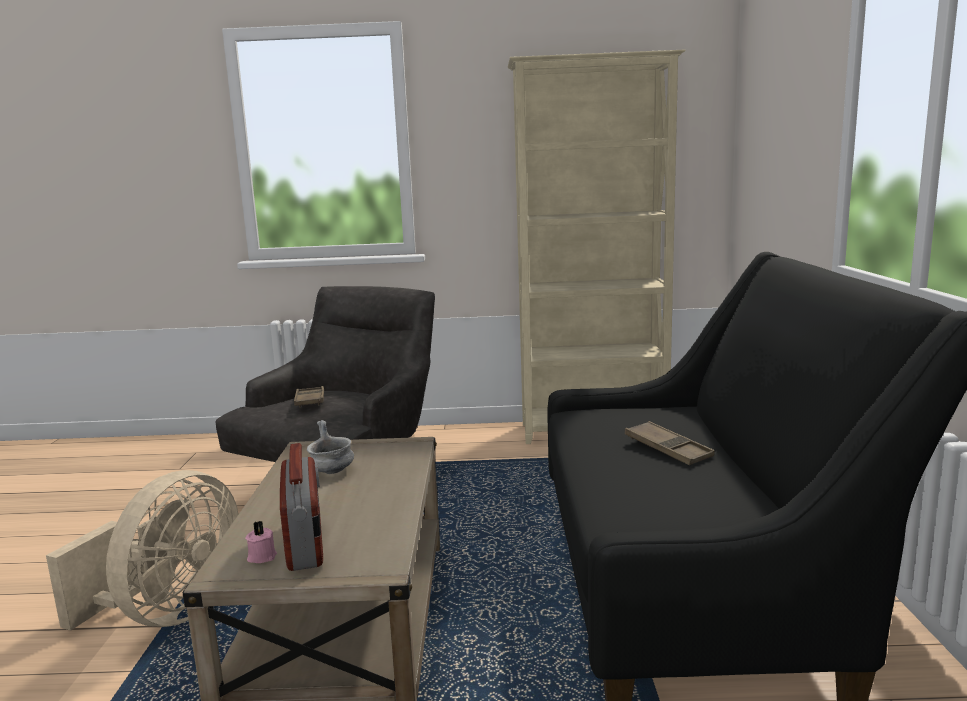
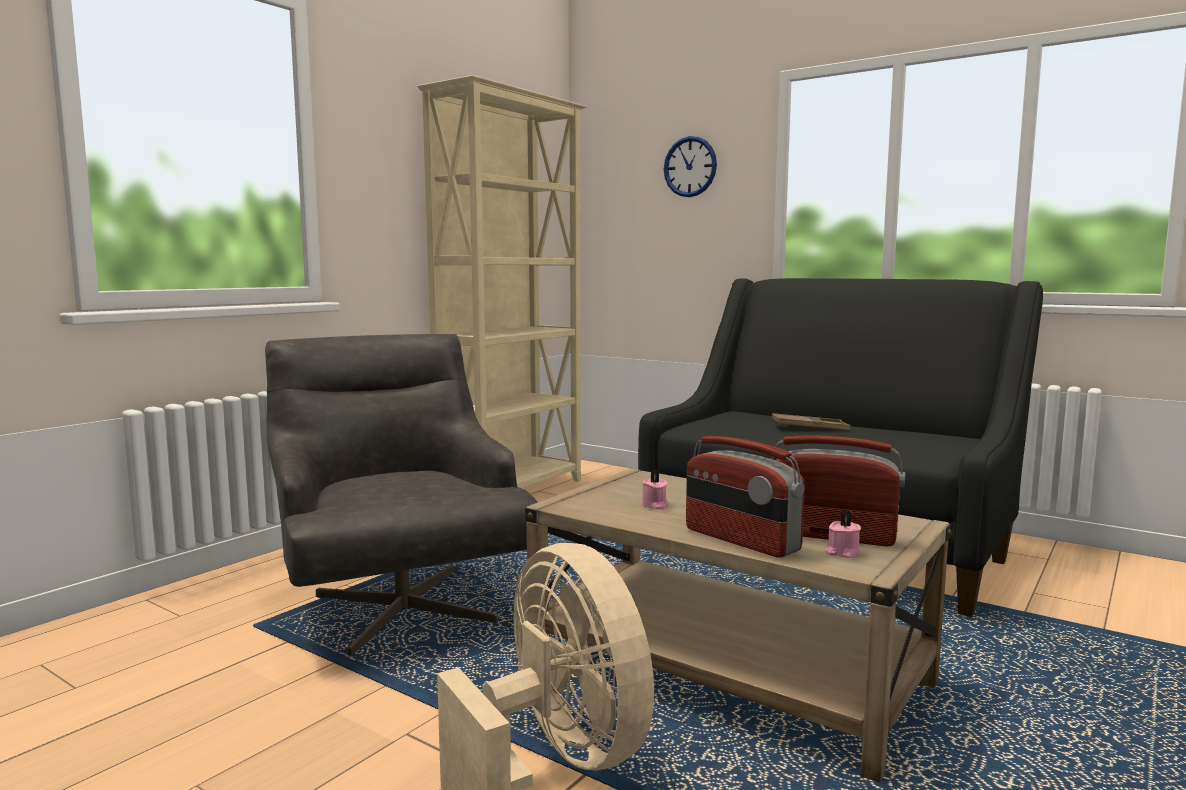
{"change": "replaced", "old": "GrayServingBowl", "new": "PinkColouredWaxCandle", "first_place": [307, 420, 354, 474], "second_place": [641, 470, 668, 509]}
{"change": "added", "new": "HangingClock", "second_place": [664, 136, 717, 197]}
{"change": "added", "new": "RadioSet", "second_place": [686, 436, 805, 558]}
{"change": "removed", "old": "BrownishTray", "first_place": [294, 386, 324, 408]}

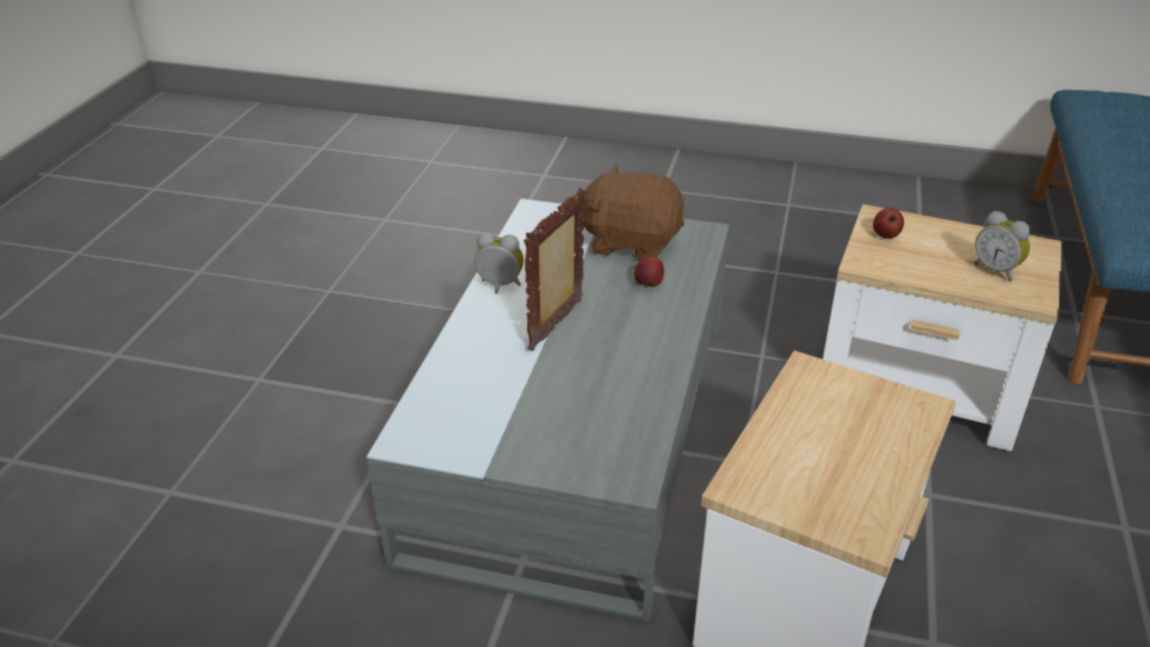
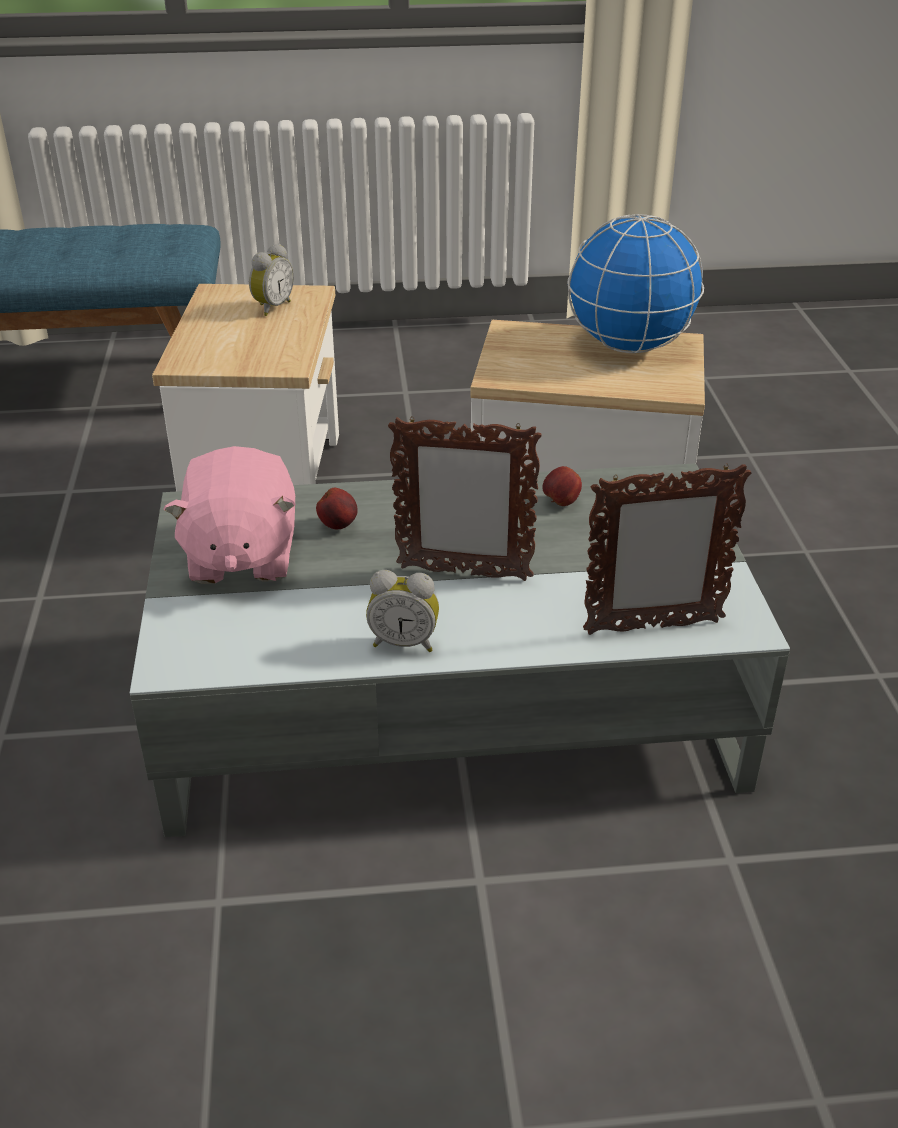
{"change": "recoloured", "old": "BrownishSoftToy", "new": "PinkColouredSoftToy", "first_place": [583, 165, 684, 261], "second_place": [163, 446, 296, 584]}
{"change": "turned", "old": "BedsideClock", "first_place": [474, 232, 524, 294], "second_place": [366, 570, 439, 652], "degrees": -75}
{"change": "moved", "old": "WholeApple", "first_place": [873, 208, 904, 239], "second_place": [542, 466, 582, 506]}
{"change": "added", "new": "Globe", "second_place": [567, 214, 704, 353]}
{"change": "added", "new": "PictureFrame", "second_place": [583, 463, 751, 635]}

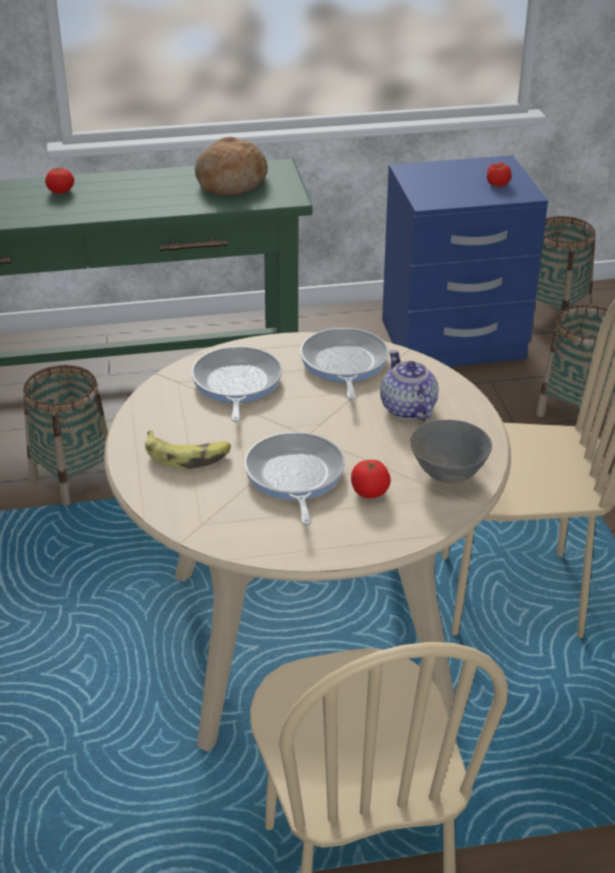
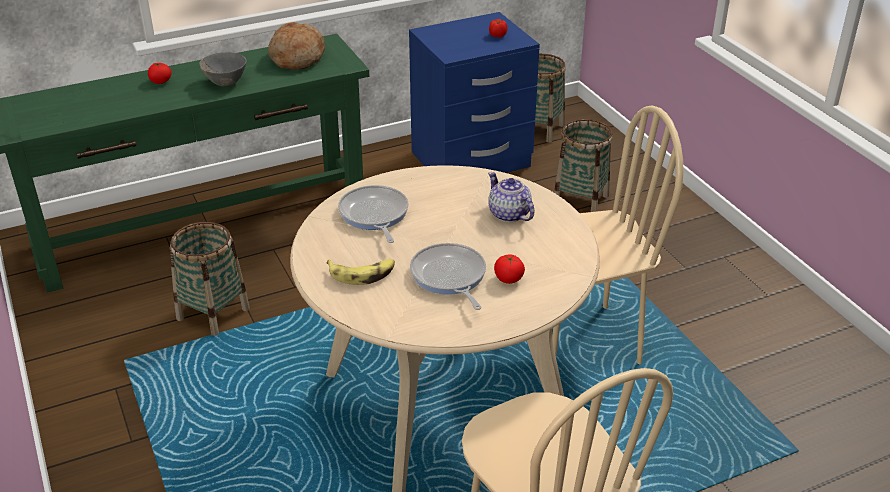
{"change": "moved", "old": "GrayServingBowl", "first_place": [410, 420, 492, 483], "second_place": [199, 52, 247, 86]}
{"change": "removed", "old": "Skillet", "first_place": [300, 328, 389, 400]}

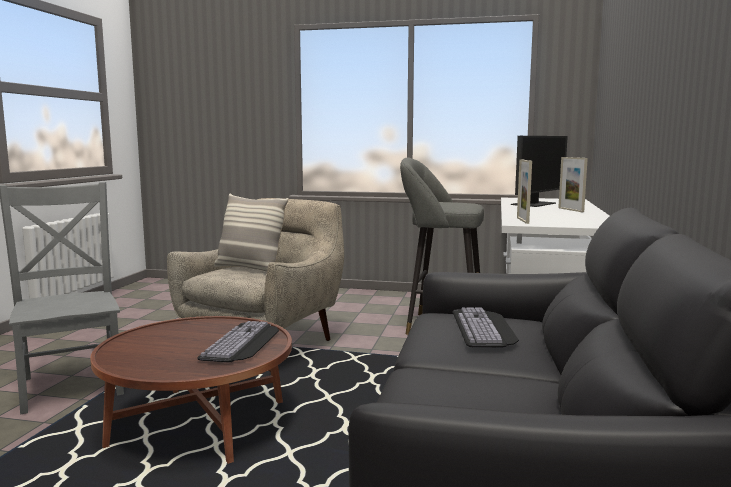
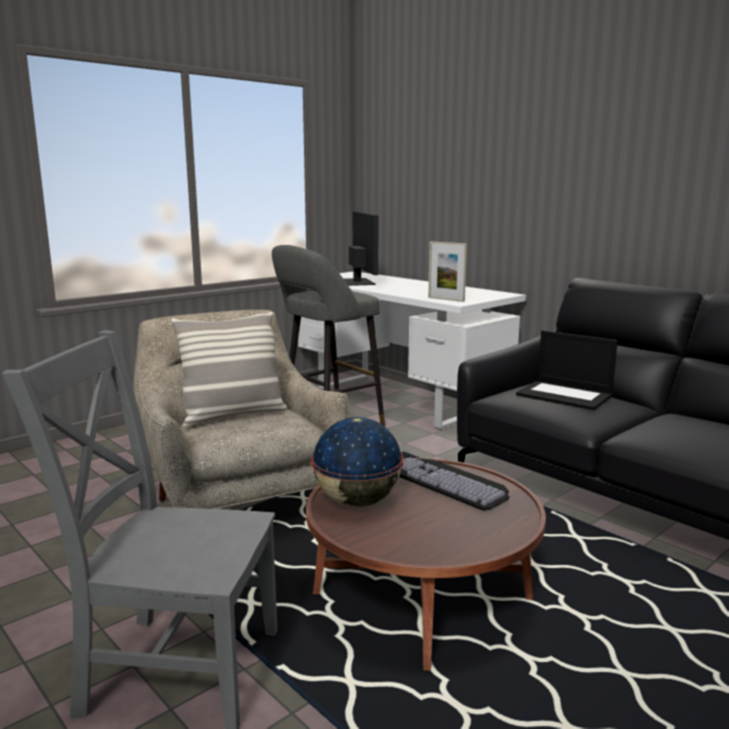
{"change": "added", "new": "Globe", "second_place": [311, 417, 404, 507]}
{"change": "replaced", "old": "Keyboard", "new": "Laptop", "first_place": [453, 307, 519, 348], "second_place": [516, 330, 618, 410]}
{"change": "removed", "old": "PictureFrame", "first_place": [558, 157, 588, 212]}

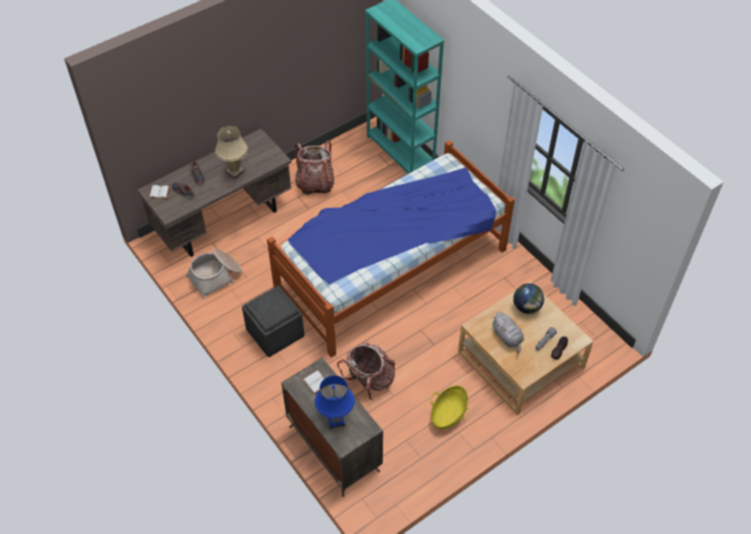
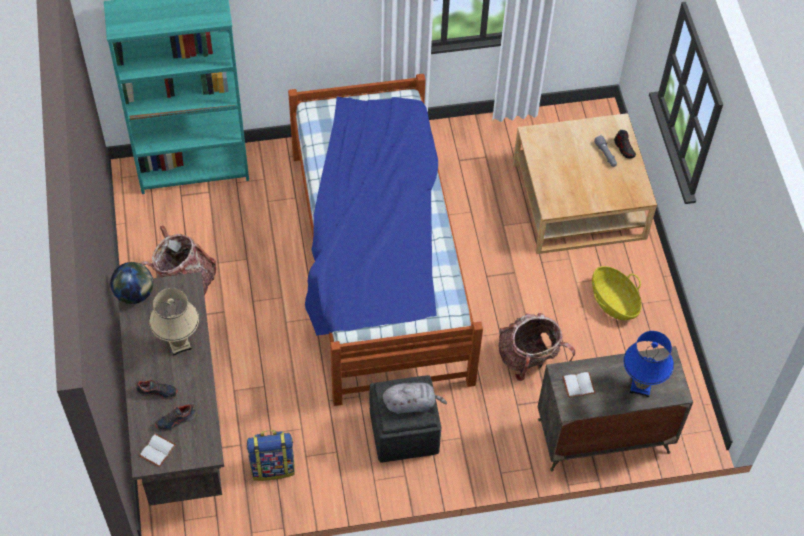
{"change": "moved", "old": "Globe", "first_place": [513, 283, 544, 314], "second_place": [111, 262, 153, 304]}
{"change": "replaced", "old": "Basket", "new": "Rucksack", "first_place": [186, 249, 242, 300], "second_place": [247, 430, 295, 481]}
{"change": "moved", "old": "GraySoftToy", "first_place": [491, 312, 524, 353], "second_place": [383, 383, 447, 414]}

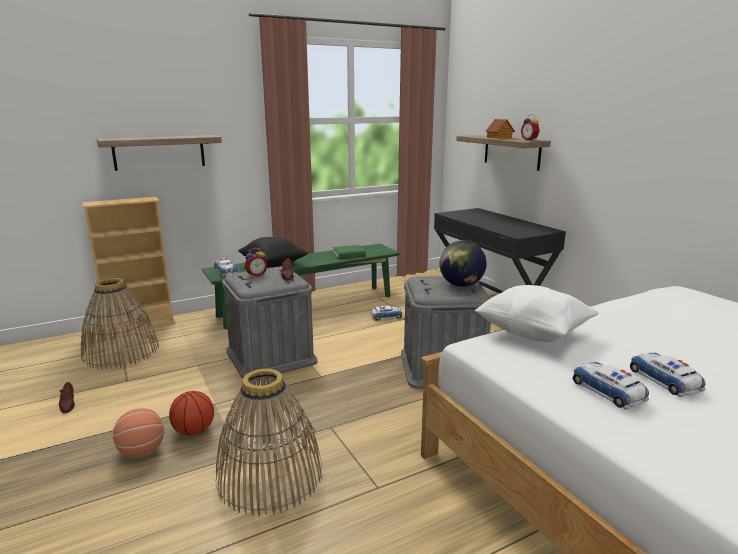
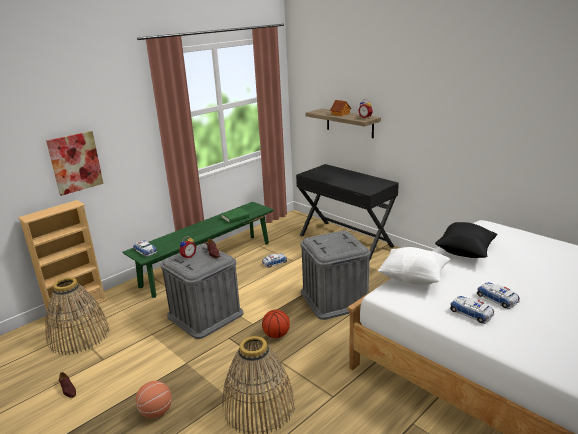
{"change": "replaced", "old": "Shelf", "new": "Picture", "first_place": [96, 135, 222, 171], "second_place": [46, 131, 104, 196]}
{"change": "moved", "old": "Basketball", "first_place": [169, 391, 214, 436], "second_place": [262, 310, 290, 338]}
{"change": "moved", "old": "BlackCushion", "first_place": [238, 237, 308, 267], "second_place": [435, 222, 498, 258]}
{"change": "removed", "old": "Globe", "first_place": [439, 240, 487, 287]}

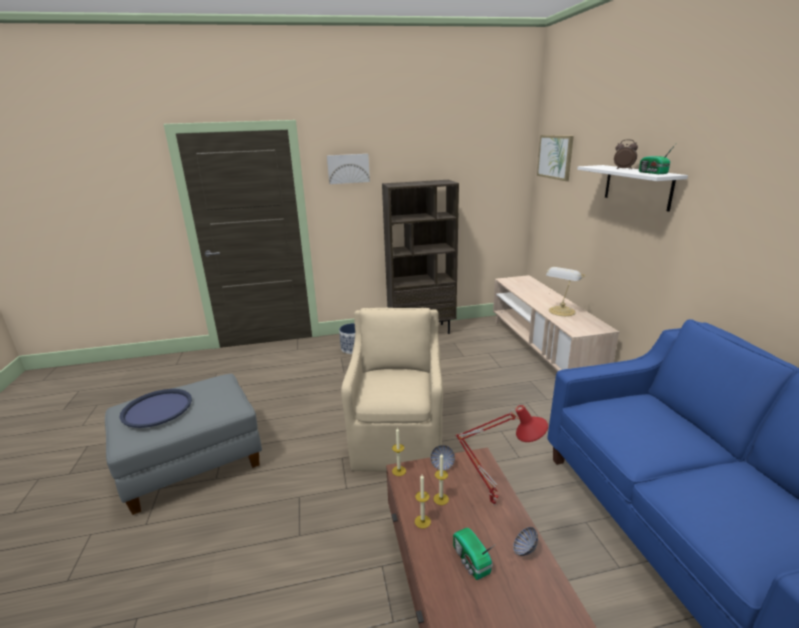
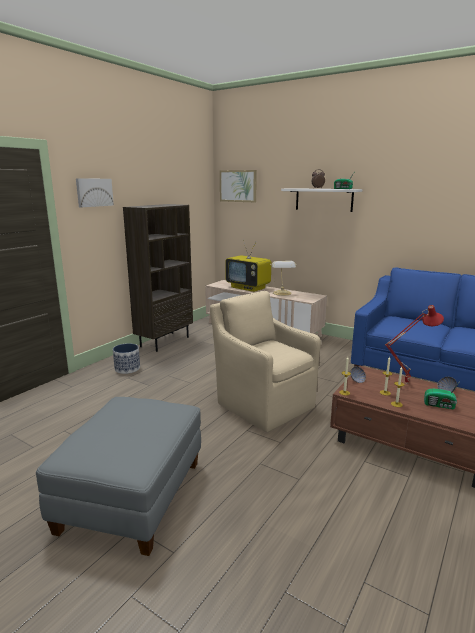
{"change": "added", "new": "TvSet", "second_place": [225, 239, 271, 292]}
{"change": "removed", "old": "BluishTray", "first_place": [120, 389, 192, 428]}

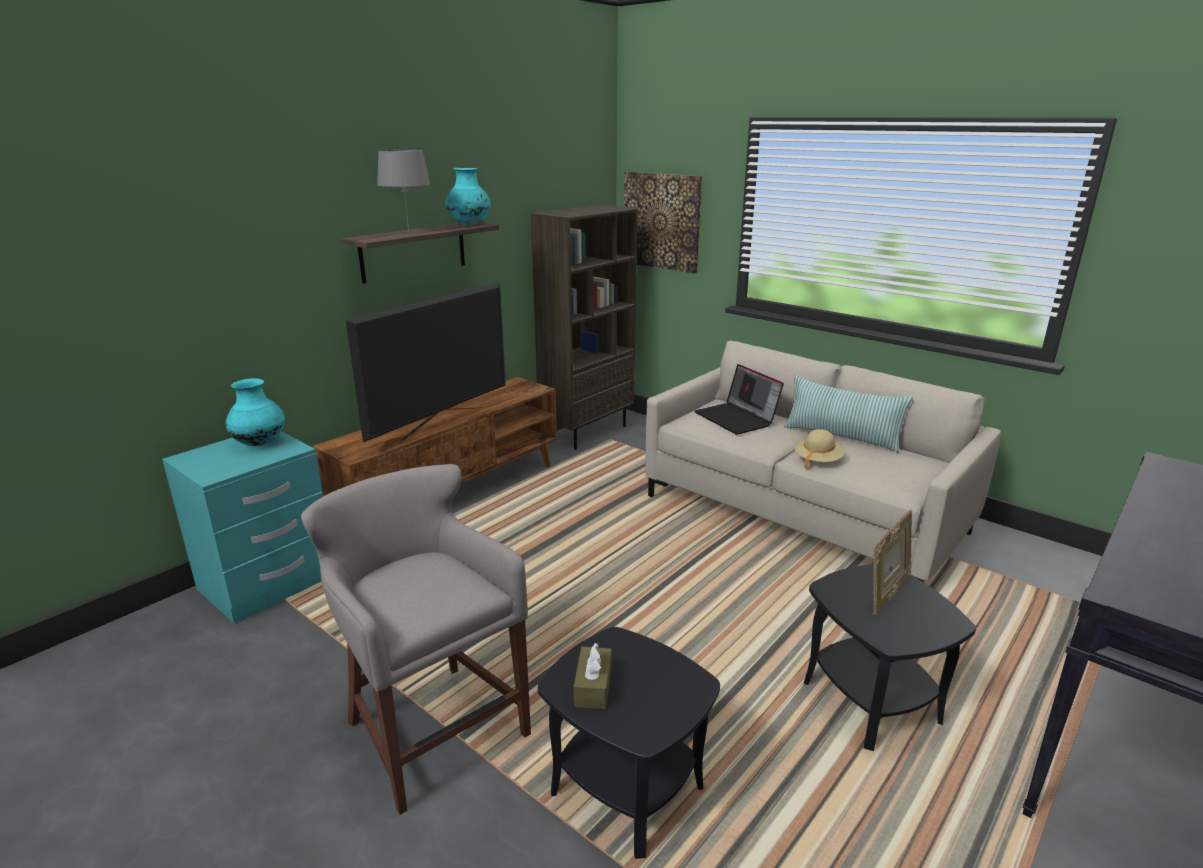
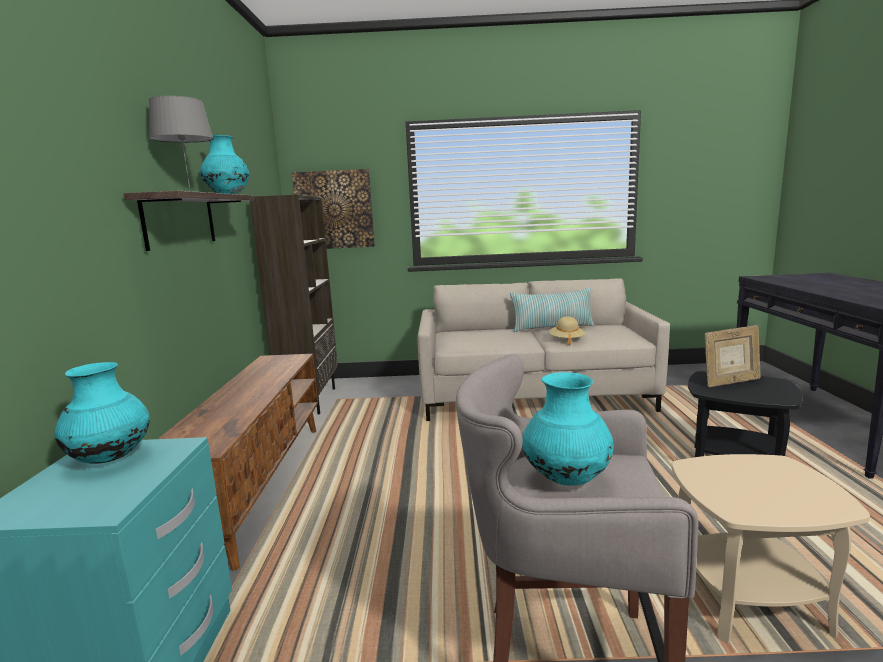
{"change": "added", "new": "TurquoiseVase", "second_place": [522, 372, 614, 486]}
{"change": "recoloured", "old": "BlackEndTable", "new": "BeigeEndTable", "first_place": [538, 627, 720, 859], "second_place": [671, 454, 870, 644]}
{"change": "turned", "old": "PictureFrame", "first_place": [873, 509, 912, 615], "second_place": [705, 325, 761, 387], "degrees": 75}
{"change": "removed", "old": "TvSet", "first_place": [346, 283, 506, 444]}
{"change": "removed", "old": "BrownishBoxOfTissues", "first_place": [574, 643, 612, 709]}
{"change": "removed", "old": "Laptop", "first_place": [695, 364, 784, 435]}

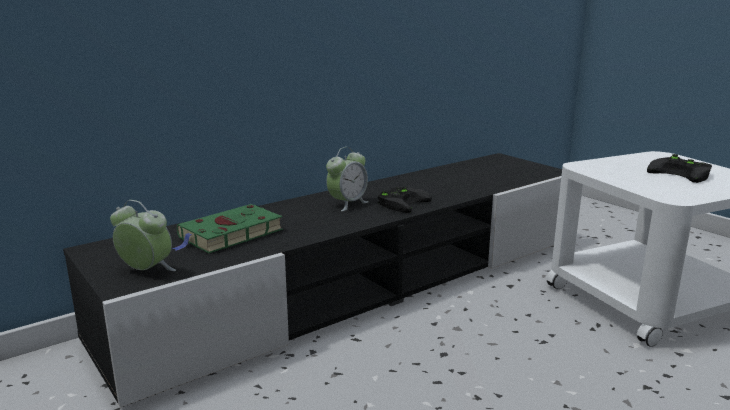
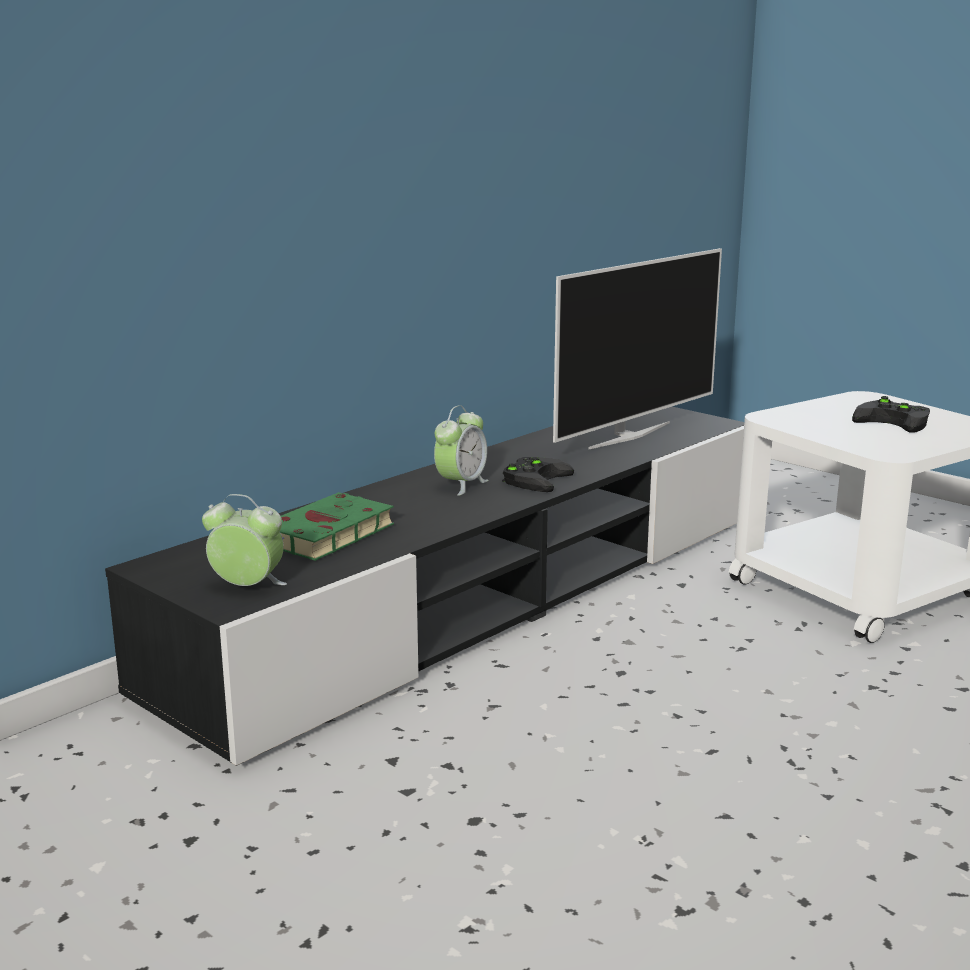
{"change": "added", "new": "TvSet", "second_place": [553, 248, 722, 449]}

